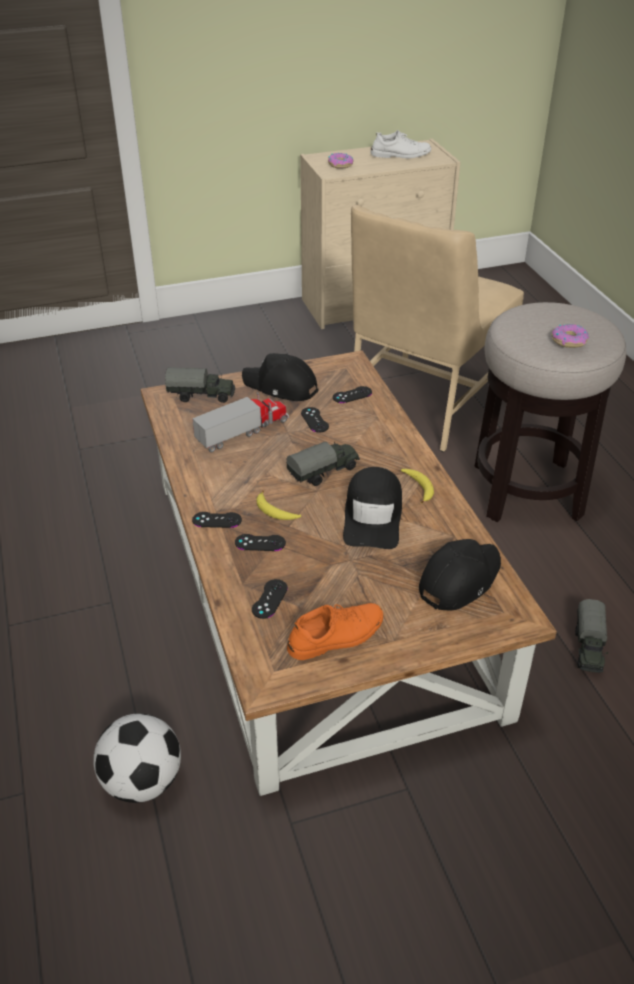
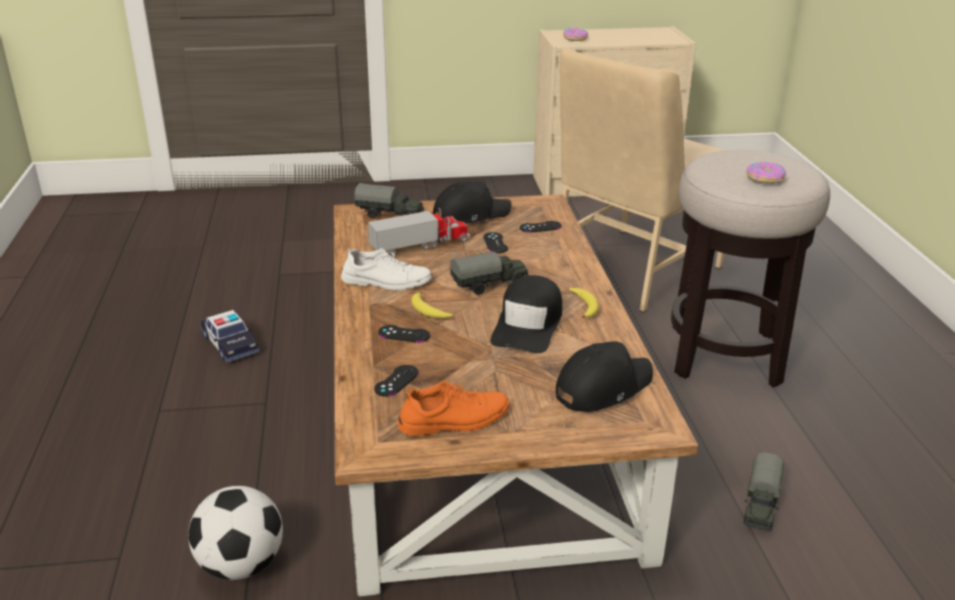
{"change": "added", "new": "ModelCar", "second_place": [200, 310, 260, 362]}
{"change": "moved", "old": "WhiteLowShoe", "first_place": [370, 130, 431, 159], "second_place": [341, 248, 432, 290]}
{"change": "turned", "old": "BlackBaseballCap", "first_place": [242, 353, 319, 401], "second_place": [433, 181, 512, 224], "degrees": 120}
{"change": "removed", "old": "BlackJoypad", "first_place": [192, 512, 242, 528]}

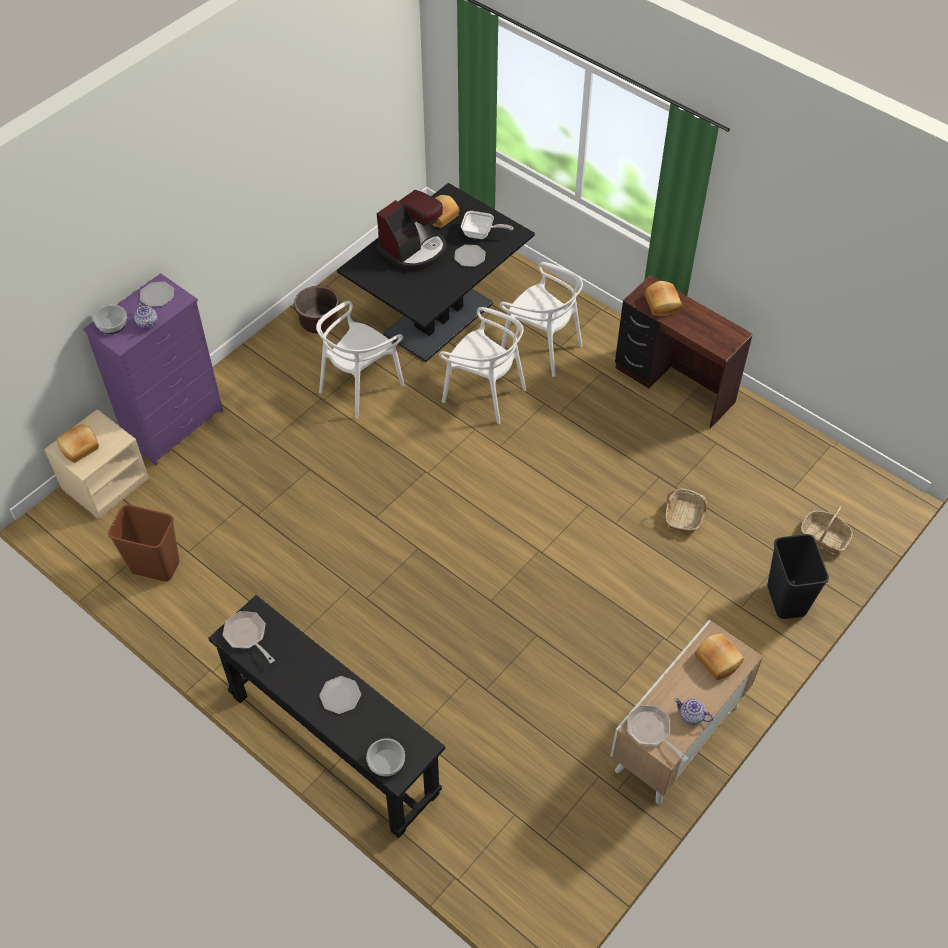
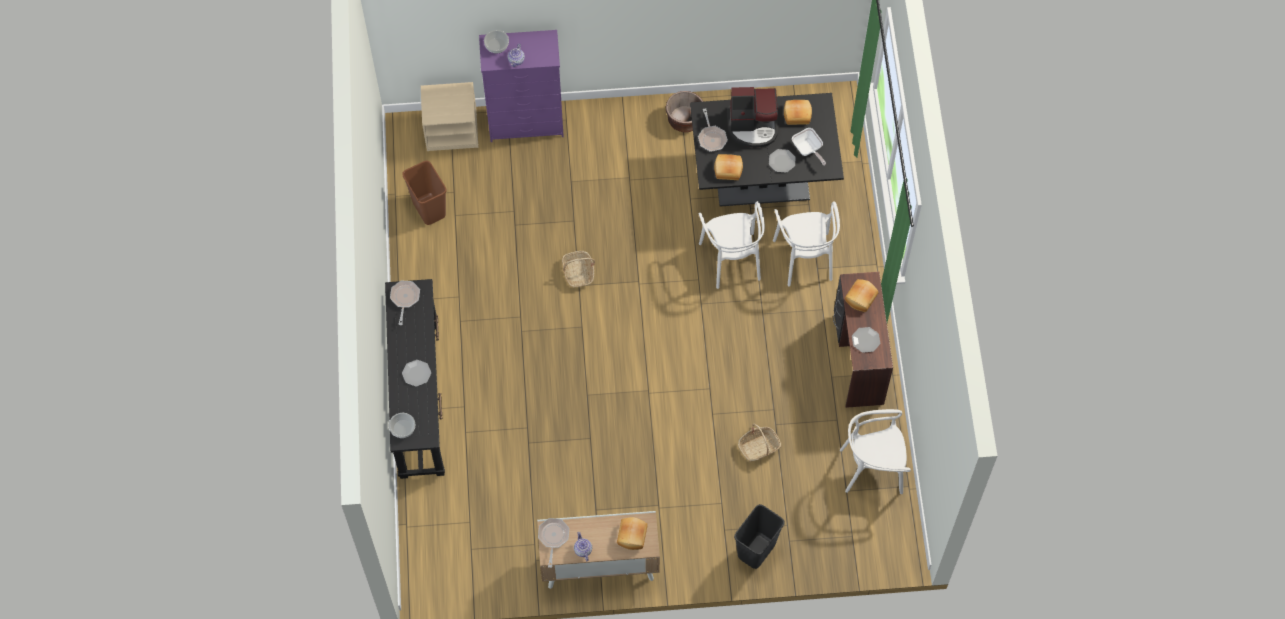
{"change": "moved", "old": "Basket", "first_place": [801, 506, 853, 553], "second_place": [562, 251, 595, 288]}
{"change": "added", "new": "Skillet", "second_place": [698, 108, 728, 152]}
{"change": "moved", "old": "BakeryBread", "first_place": [57, 424, 99, 463], "second_place": [714, 154, 743, 180]}
{"change": "moved", "old": "WhitePlainChair", "first_place": [316, 301, 405, 418], "second_place": [840, 409, 911, 494]}
{"change": "moved", "old": "Plate", "first_place": [140, 282, 174, 307], "second_place": [852, 327, 880, 353]}

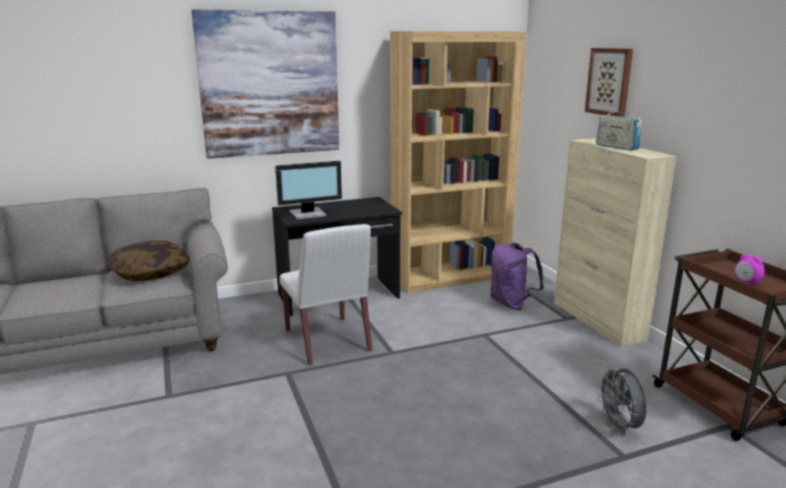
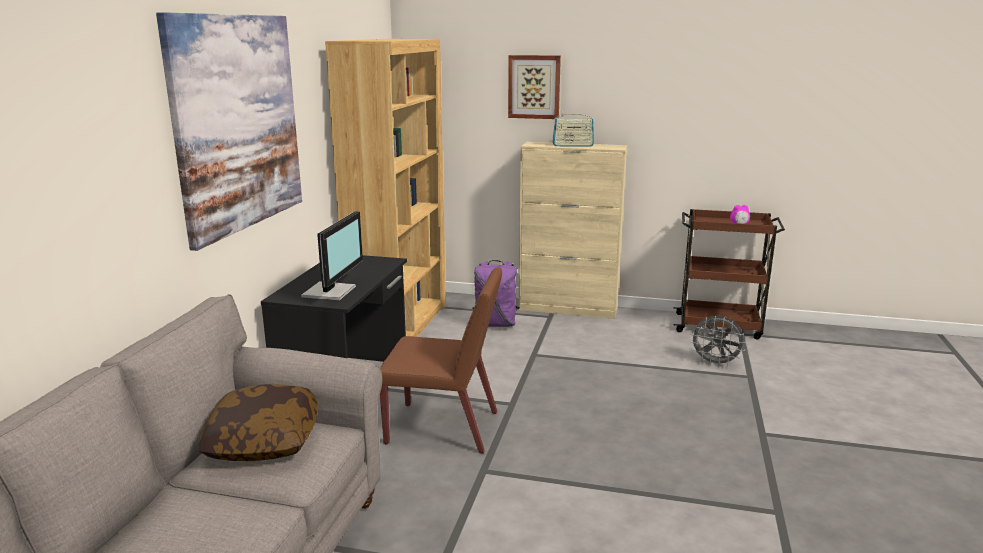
{"change": "recoloured", "old": "WhitePlainChair", "new": "BrownishPlainChair", "first_place": [280, 224, 372, 366], "second_place": [380, 267, 502, 454]}

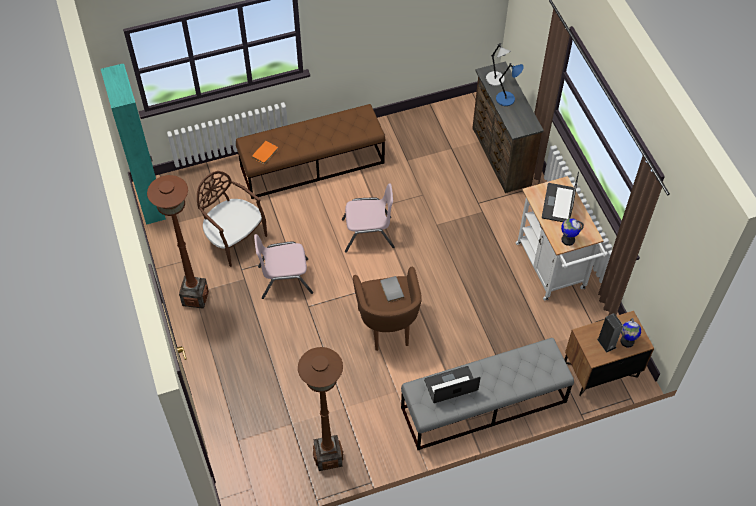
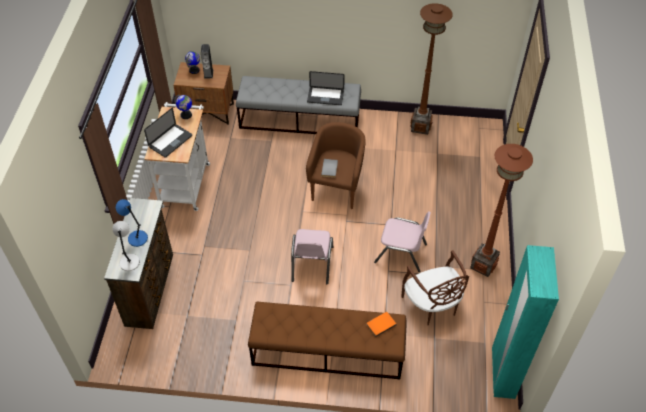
{"change": "turned", "old": "PinkColouredPlainChair", "first_place": [342, 183, 395, 253], "second_place": [291, 229, 333, 284], "degrees": -105}

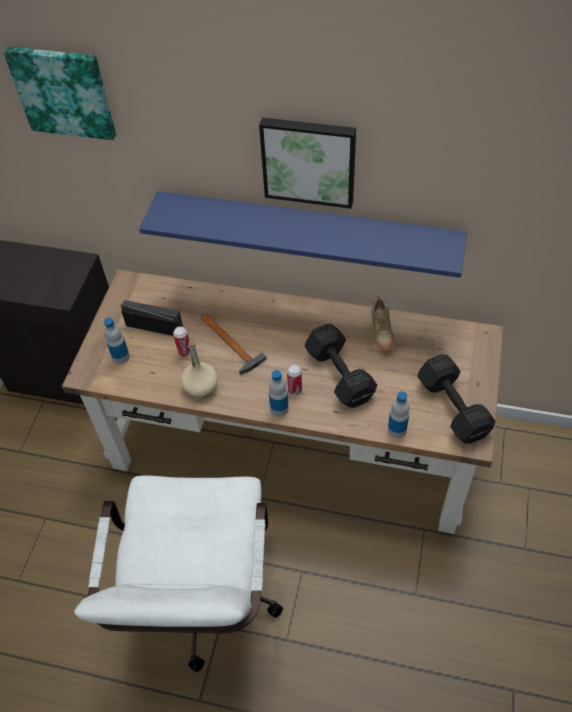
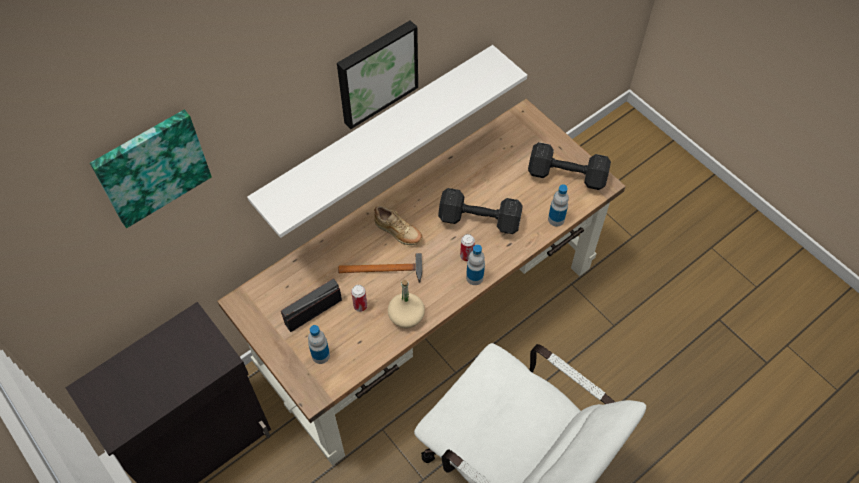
{"change": "recoloured", "old": "BluishShelf", "new": "WhiteShelf", "first_place": [139, 191, 467, 278], "second_place": [247, 45, 527, 238]}
{"change": "moved", "old": "BeigeLowShoe", "first_place": [371, 296, 395, 351], "second_place": [374, 206, 423, 245]}

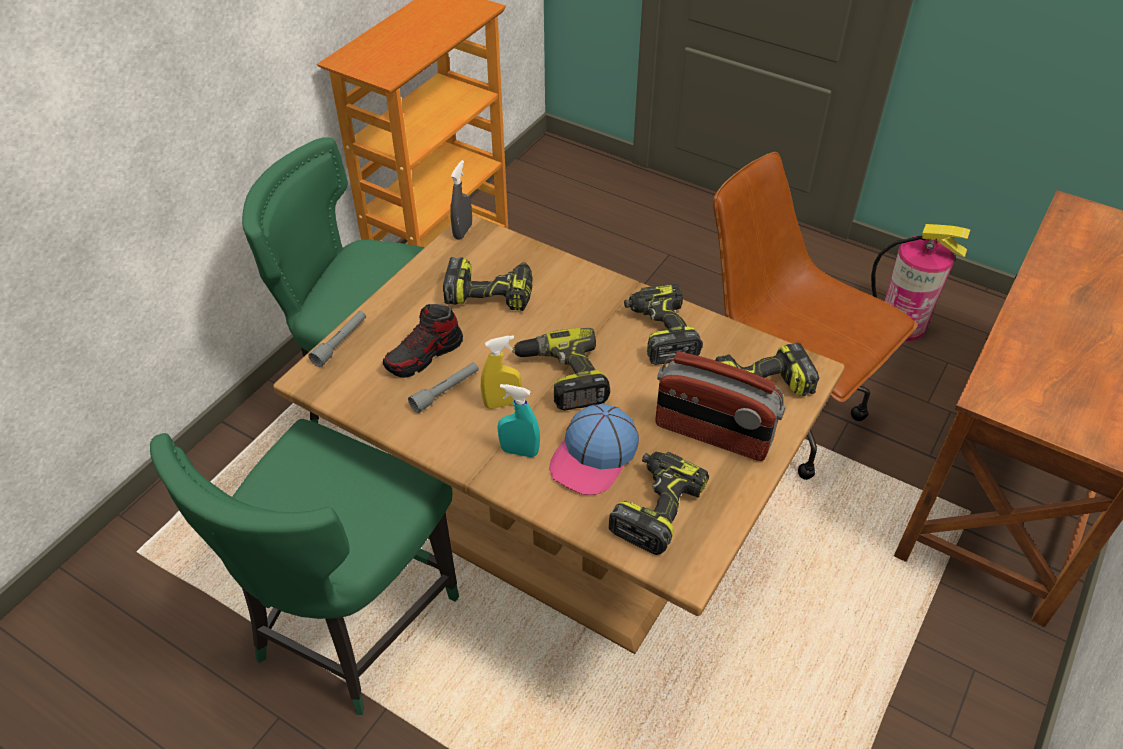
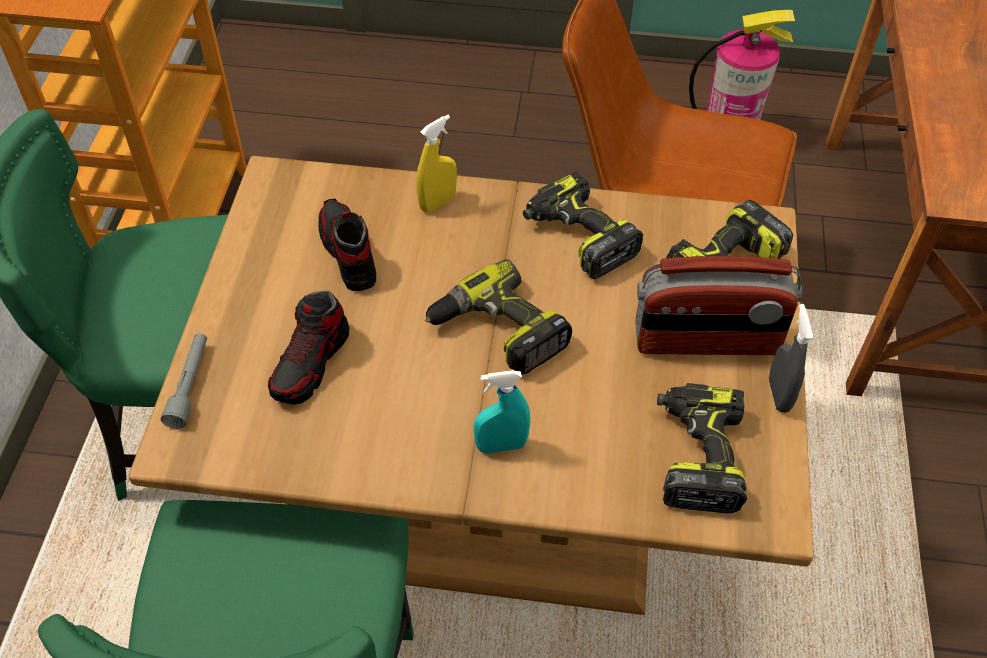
{"change": "replaced", "old": "PowerDrill", "new": "LowShoe", "first_place": [443, 257, 533, 311], "second_place": [319, 199, 376, 291]}
{"change": "moved", "old": "YellowishSprayer", "first_place": [481, 335, 522, 409], "second_place": [416, 115, 457, 212]}
{"change": "moved", "old": "GraySprayer", "first_place": [450, 160, 472, 240], "second_place": [769, 304, 813, 413]}
{"change": "removed", "old": "GrayFlashlight", "first_place": [408, 362, 479, 413]}
{"change": "removed", "old": "BaseballCap", "first_place": [549, 404, 639, 495]}

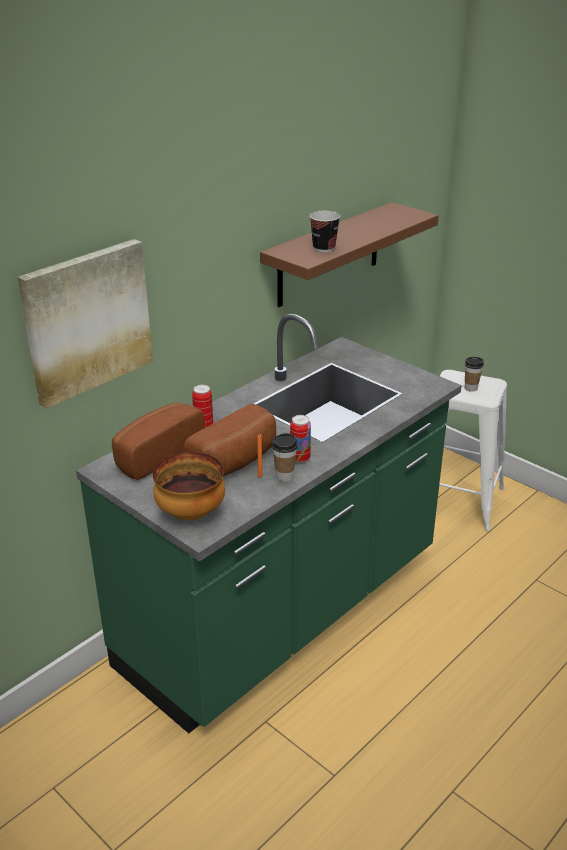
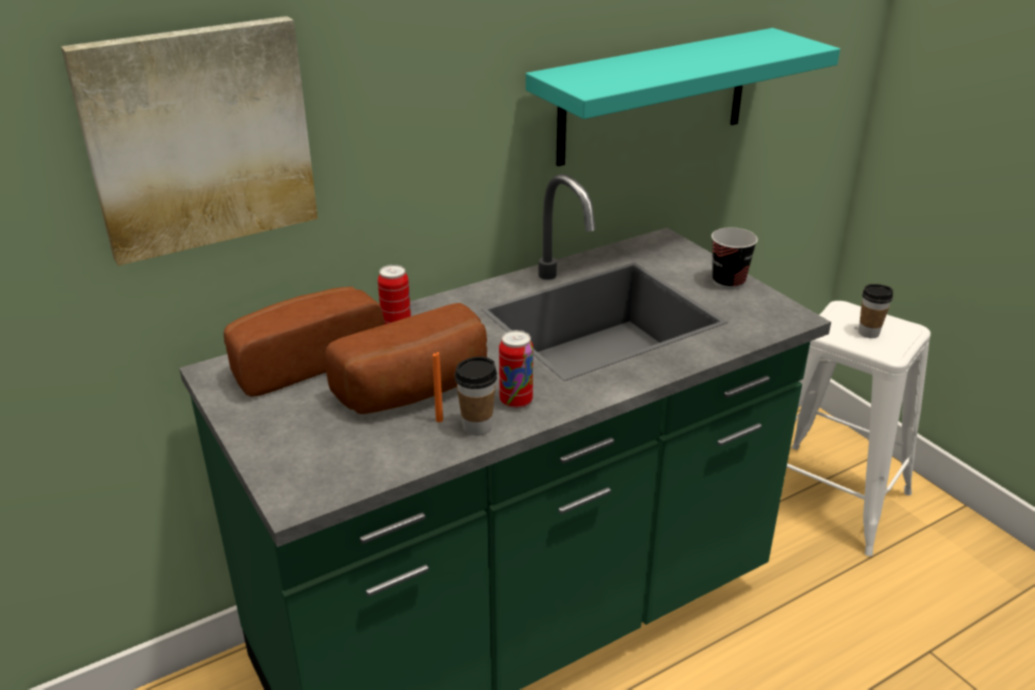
{"change": "recoloured", "old": "BrownishShelf", "new": "TurquoiseShelf", "first_place": [260, 202, 439, 307], "second_place": [526, 28, 840, 166]}
{"change": "moved", "old": "Cup", "first_place": [310, 211, 340, 252], "second_place": [711, 227, 758, 289]}
{"change": "removed", "old": "ServingBowl", "first_place": [153, 452, 225, 520]}

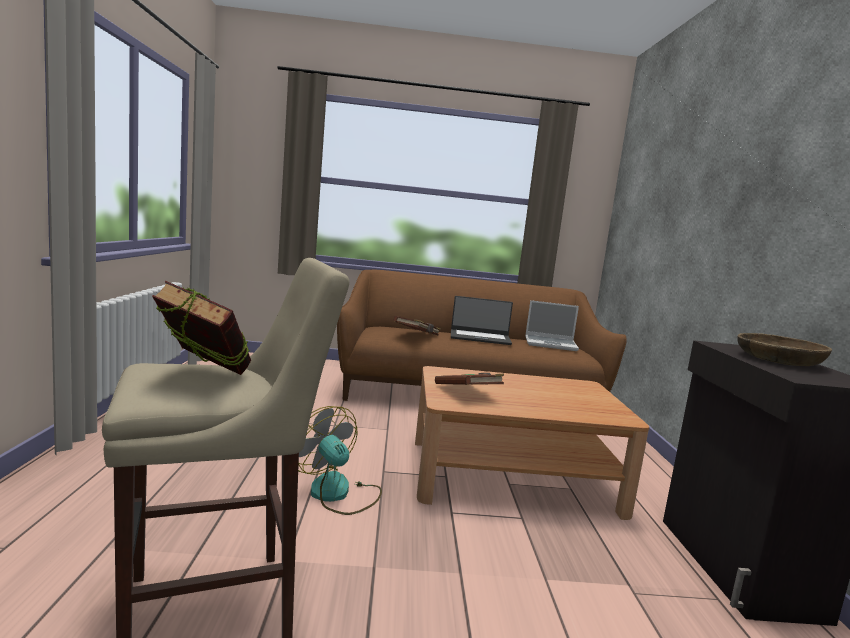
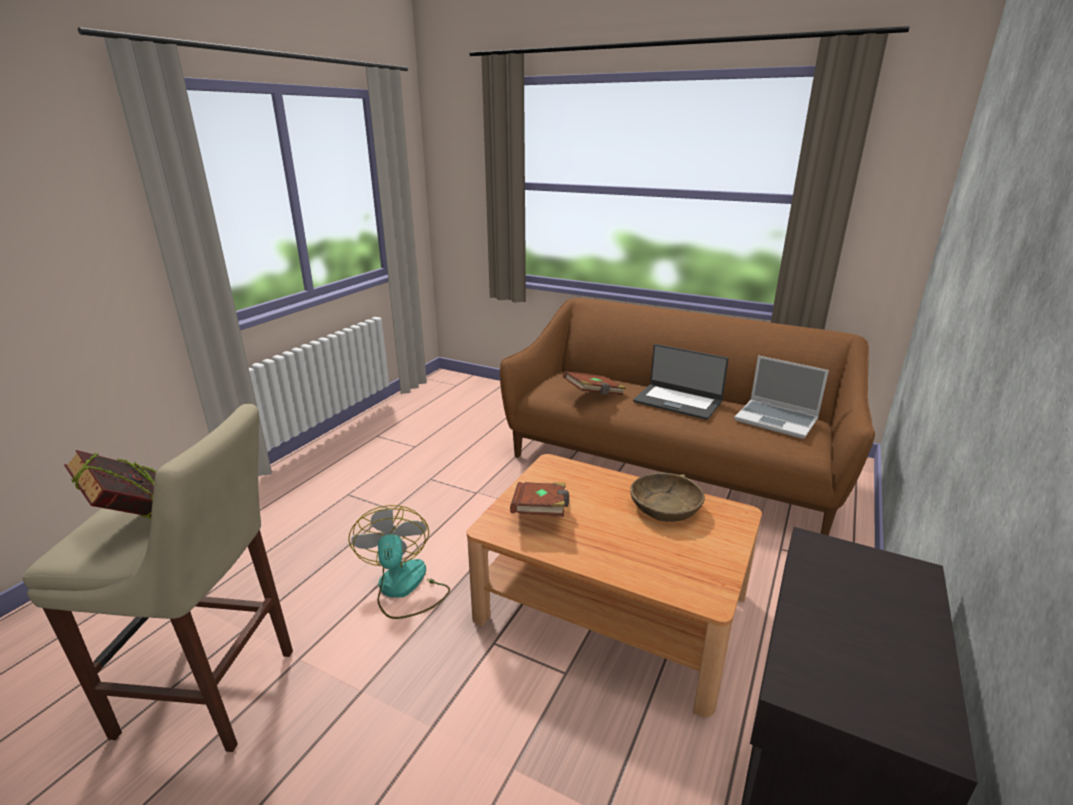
{"change": "moved", "old": "BrownishServingBowl", "first_place": [737, 333, 832, 366], "second_place": [630, 473, 705, 522]}

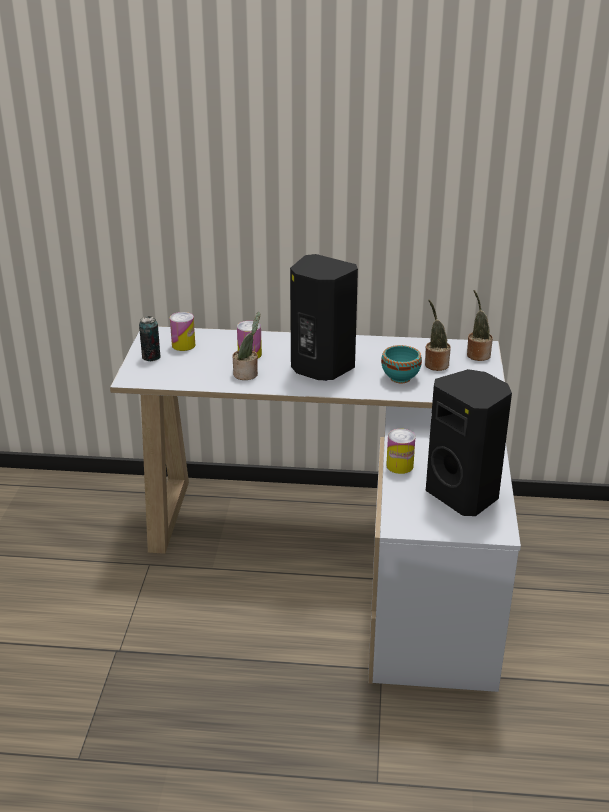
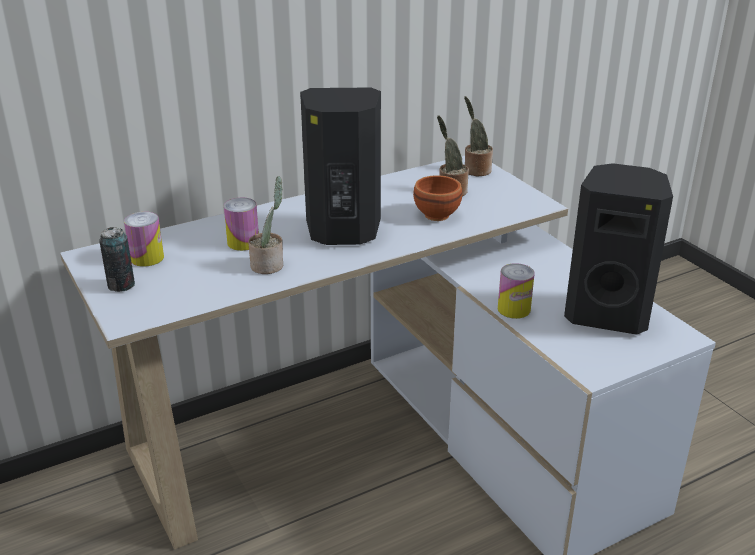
{"change": "recoloured", "old": "TurquoiseServingBowl", "new": "BrownishServingBowl", "first_place": [381, 345, 422, 383], "second_place": [413, 175, 462, 221]}

